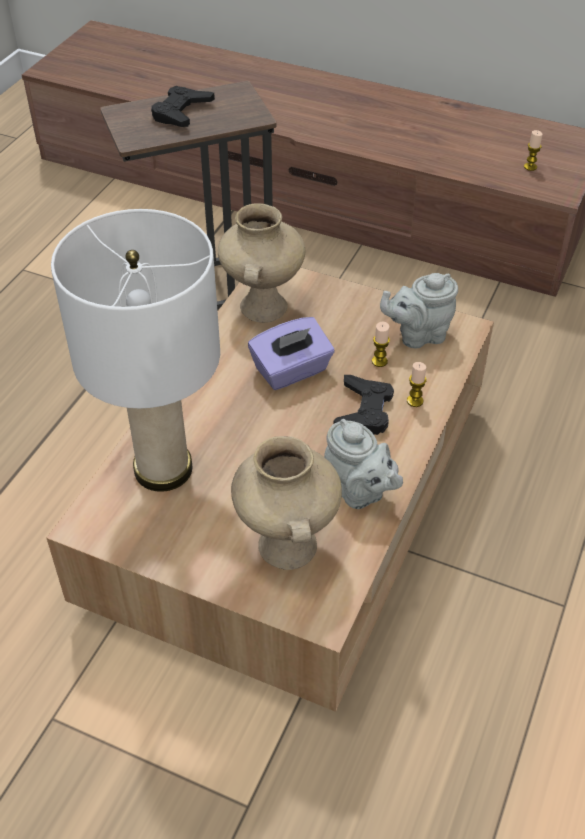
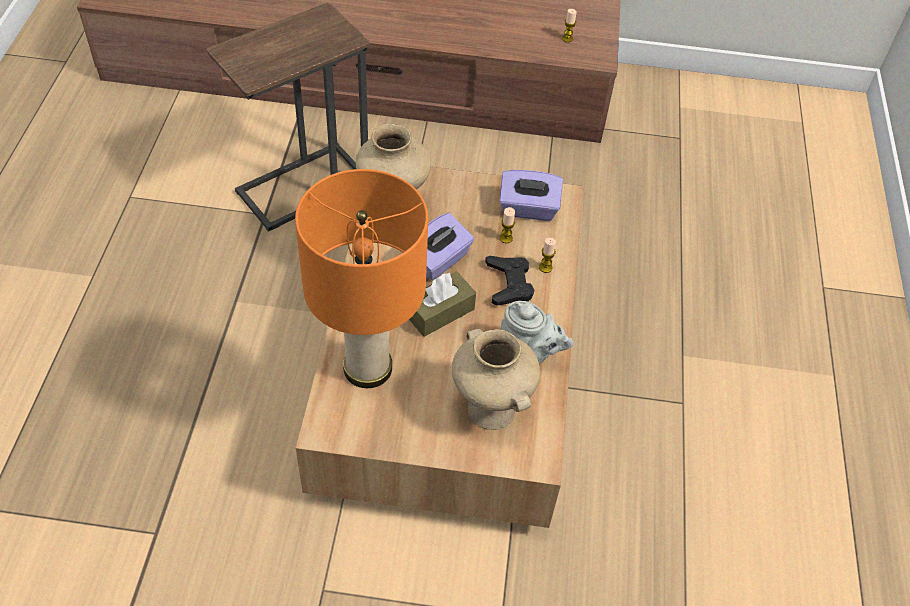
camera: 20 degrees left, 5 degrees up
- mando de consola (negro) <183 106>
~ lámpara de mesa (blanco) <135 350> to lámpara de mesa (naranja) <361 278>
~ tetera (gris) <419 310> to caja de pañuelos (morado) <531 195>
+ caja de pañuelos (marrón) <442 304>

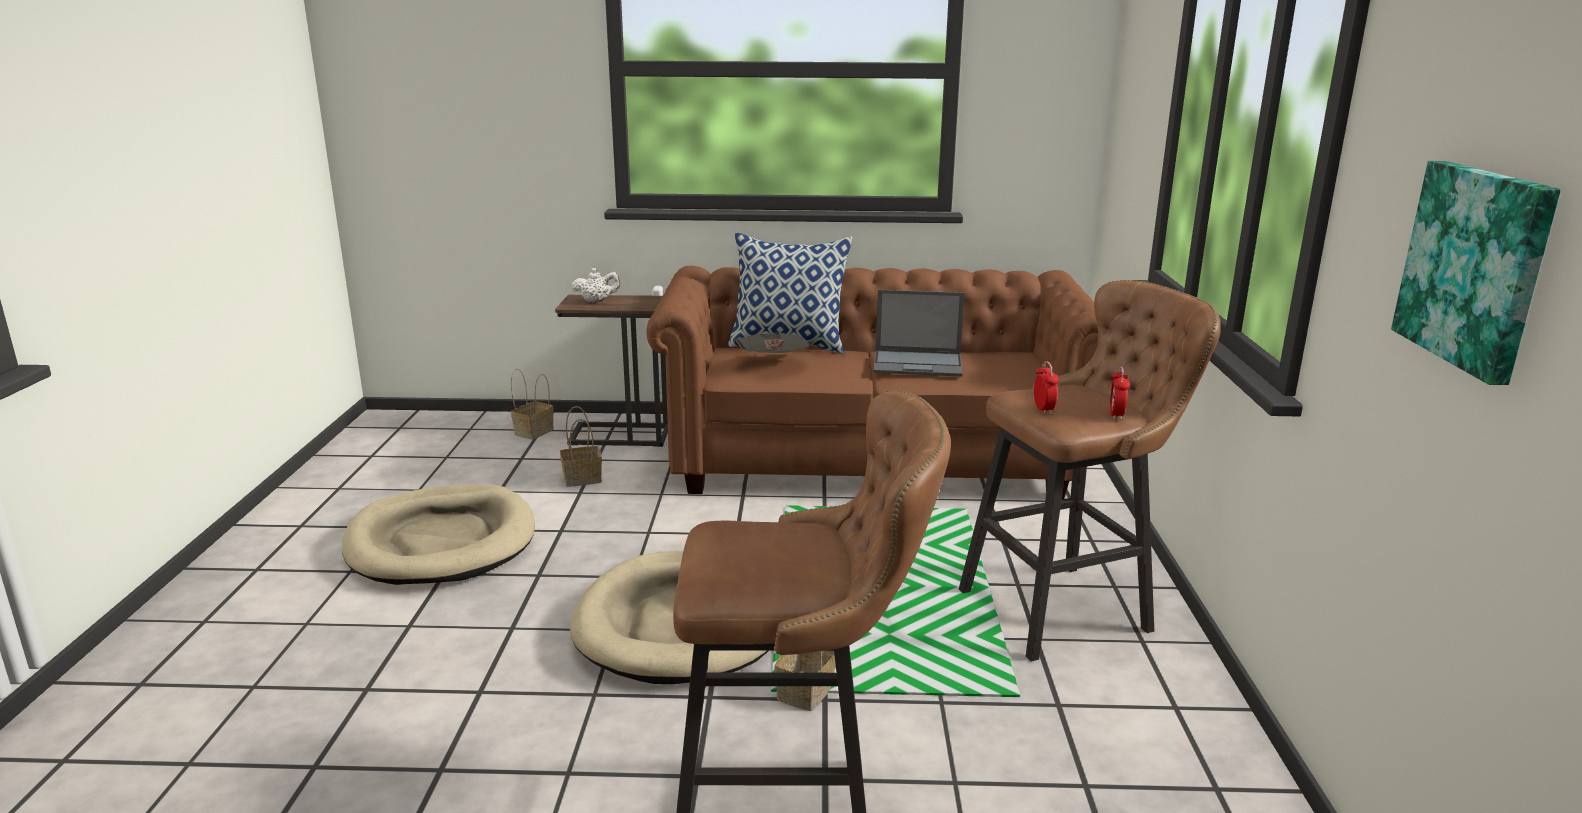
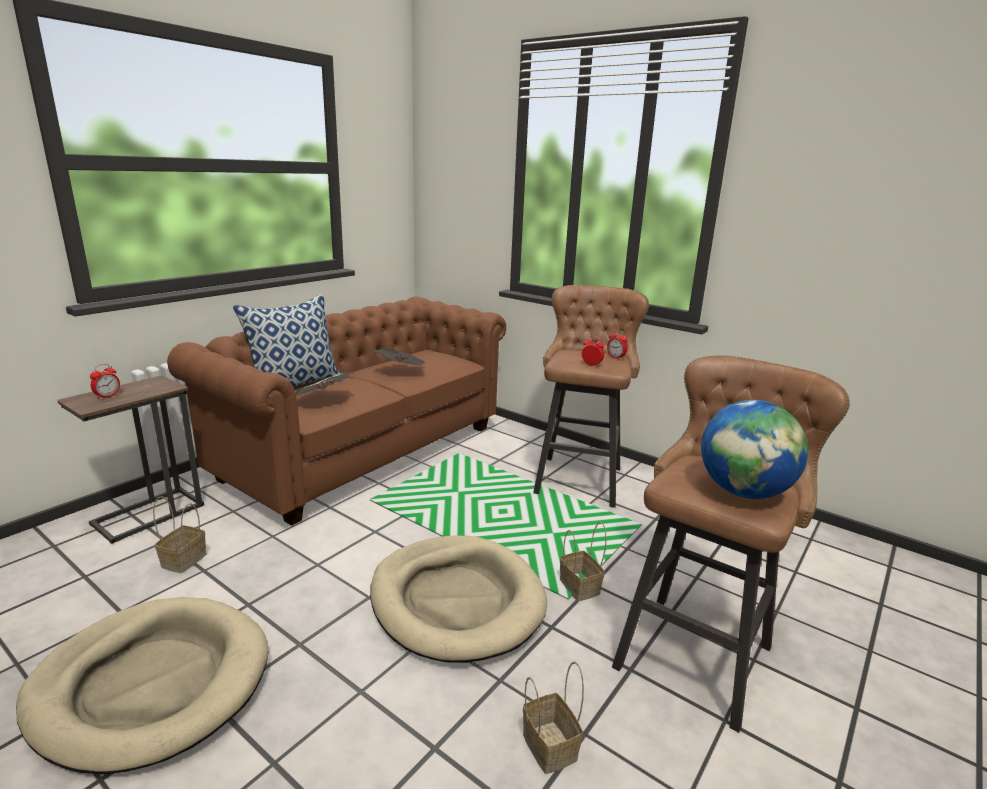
camera: 55 degrees left, 0 degrees up
- cuadro <1476 273>
~ tetera (blanco) <596 285> to despertador <105 382>
~ portátil <918 333> to periódico <399 357>
~ cesta <532 404> to <553 717>
+ globo terráqueo <754 449>

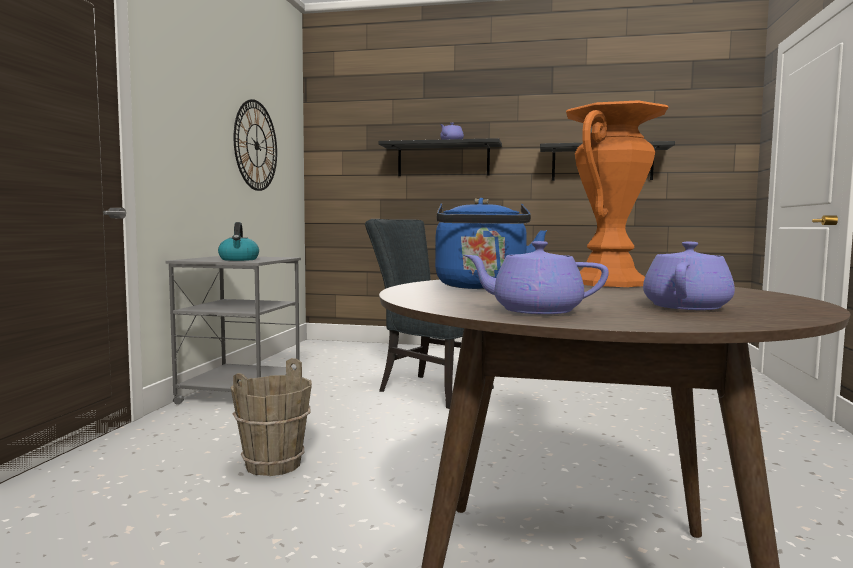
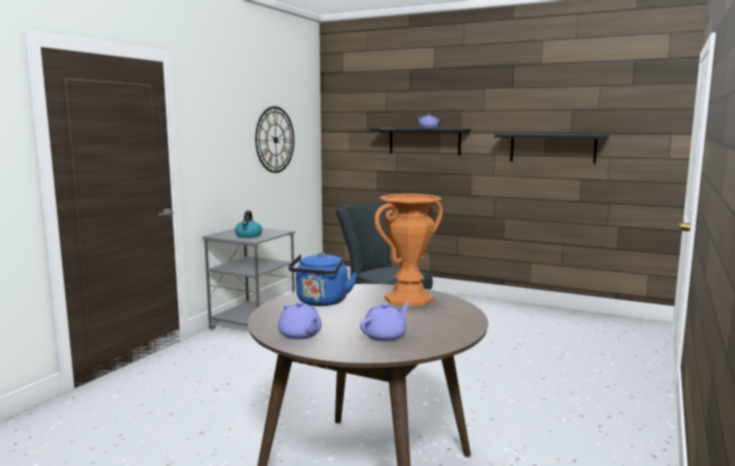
camera: 15 degrees right, 5 degrees up
~ tetera (morado) <536 277> = <300 321> 150 degrees counterclockwise
- cubo (marrón) <271 417>

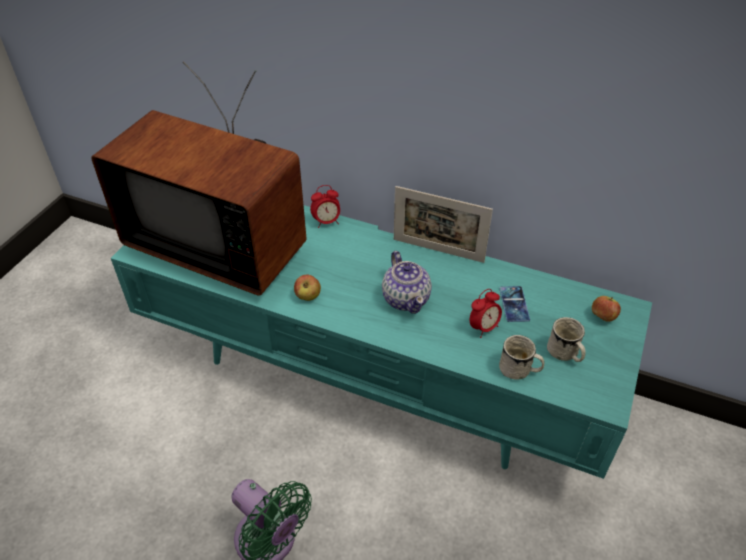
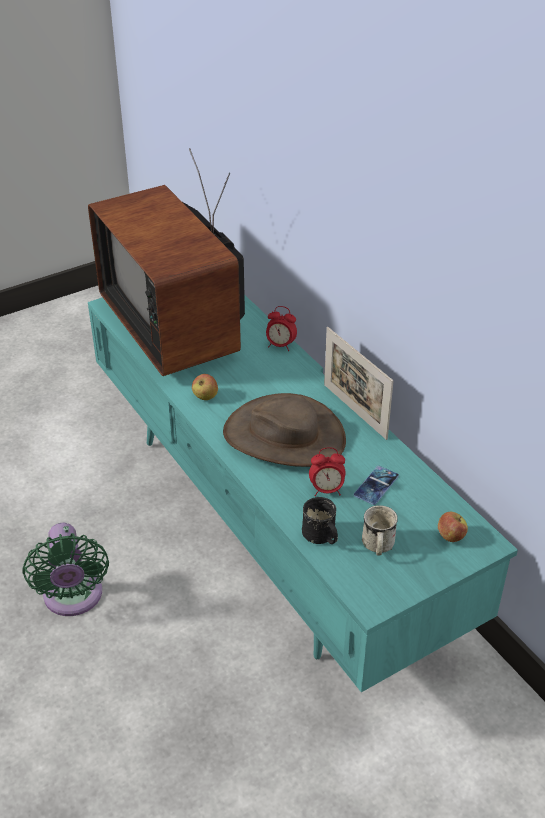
camera: 35 degrees right, 5 degrees down
~ tetera <407 282> to sombrero (marrón) <284 430>
~ taza grande (blanco) <521 357> to taza grande (negro) <320 520>

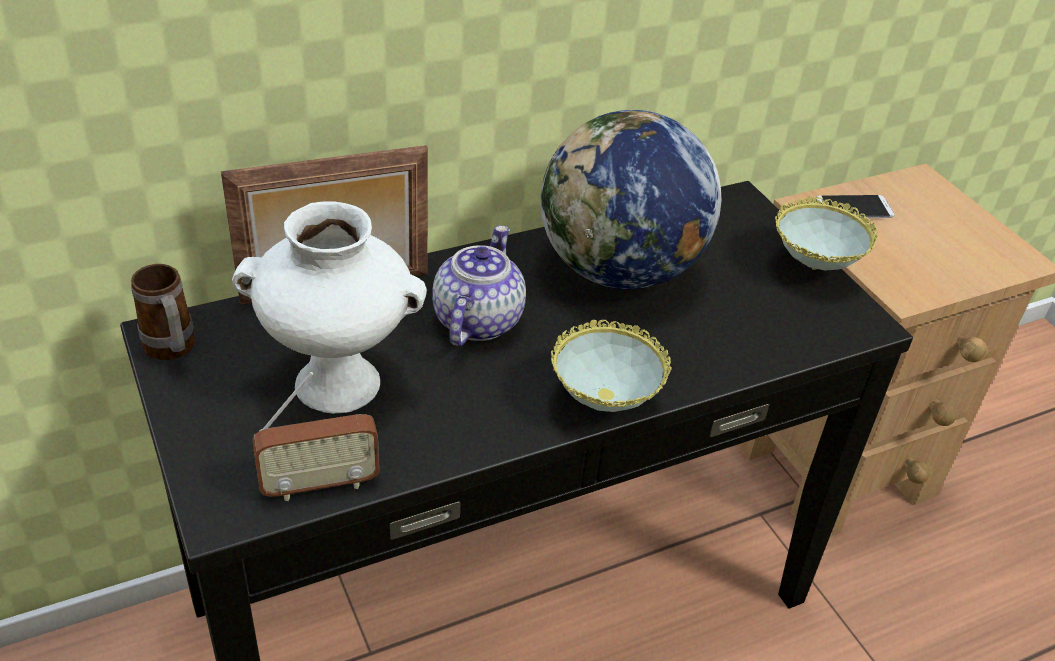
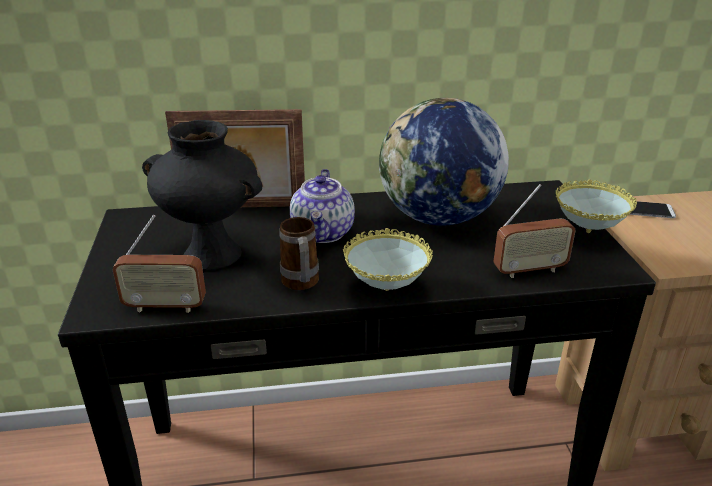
camera: 20 degrees right, 10 degrees down
~ florero (blanco) <329 307> to florero (negro) <202 195>
~ tetera <479 285> = <322 206> 150 degrees clockwise
~ taza grande <163 312> to <299 253>
+ radio <534 231>

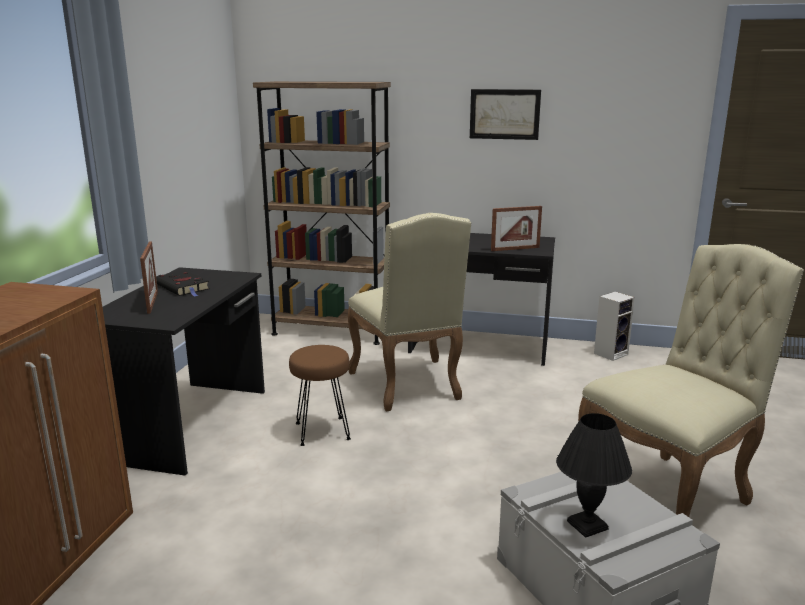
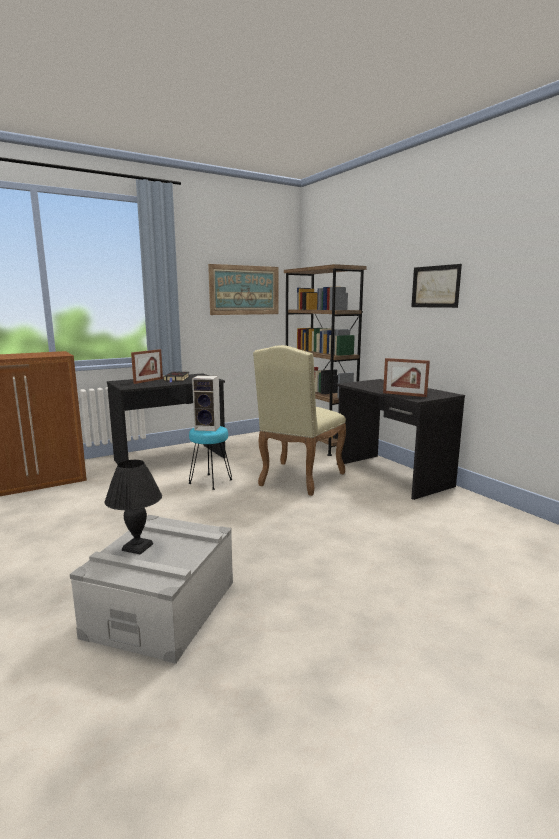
camera: 45 degrees right, 5 degrees down
- silla (beis) <691 380>
~ altavoz <614 326> to <206 403>
~ taburete (marrón) <320 395> to taburete (turquesa) <210 458>
+ cuadro <243 289>

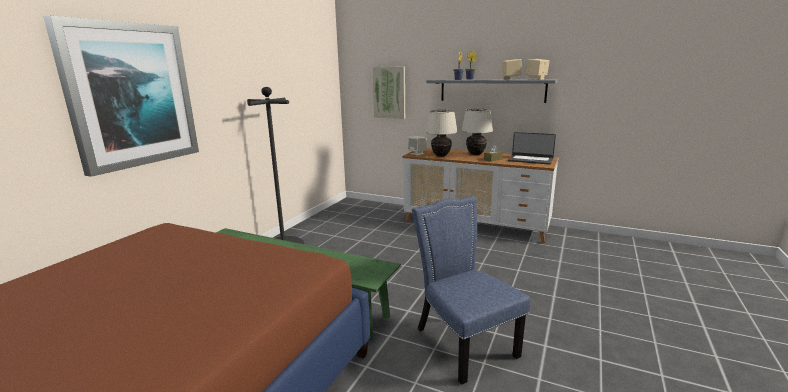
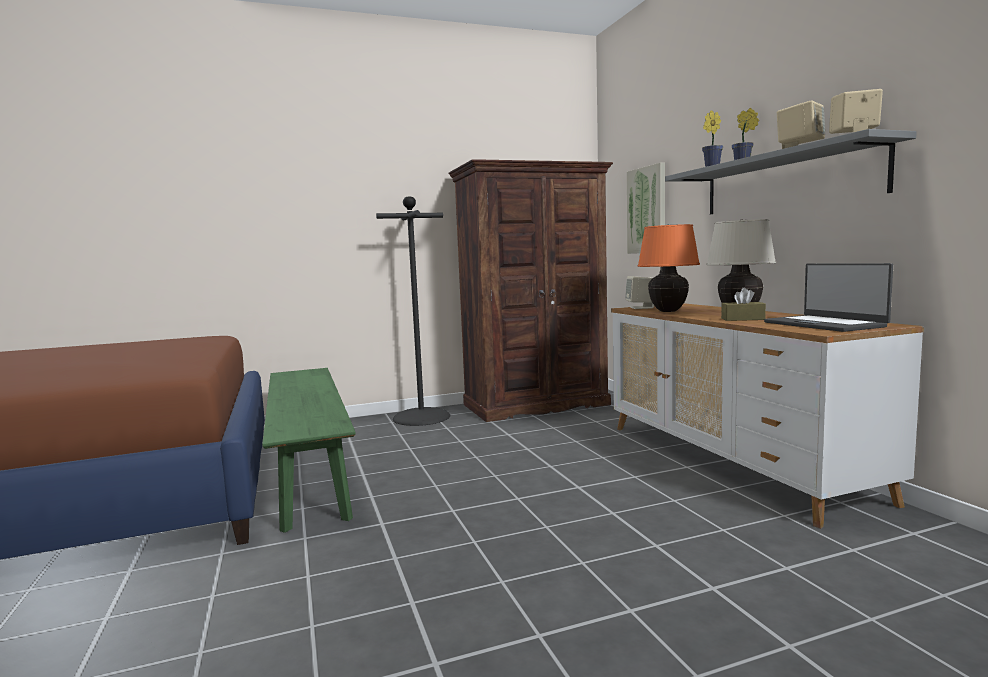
camera: 45 degrees right, 10 degrees down
- cuadro <121 96>
~ lámpara de mesa (beis) <442 133> to lámpara de mesa (naranja) <669 268>
- silla (azul) <471 290>
+ armario ropero (marrón) <530 290>

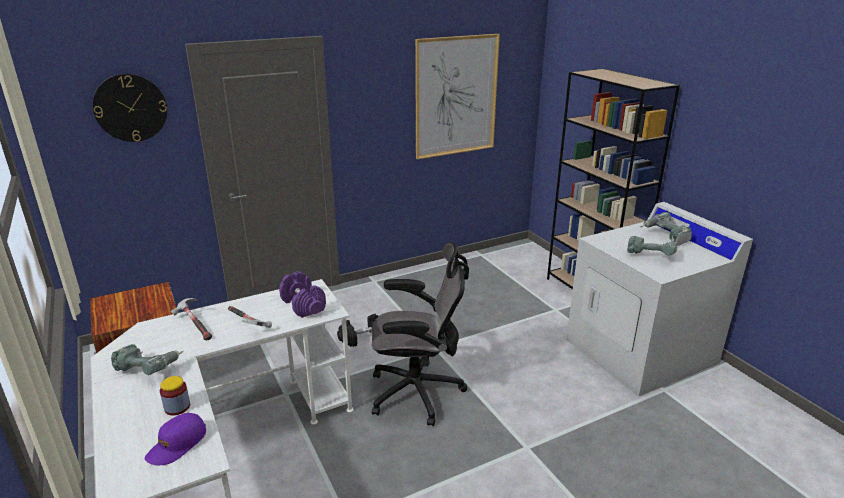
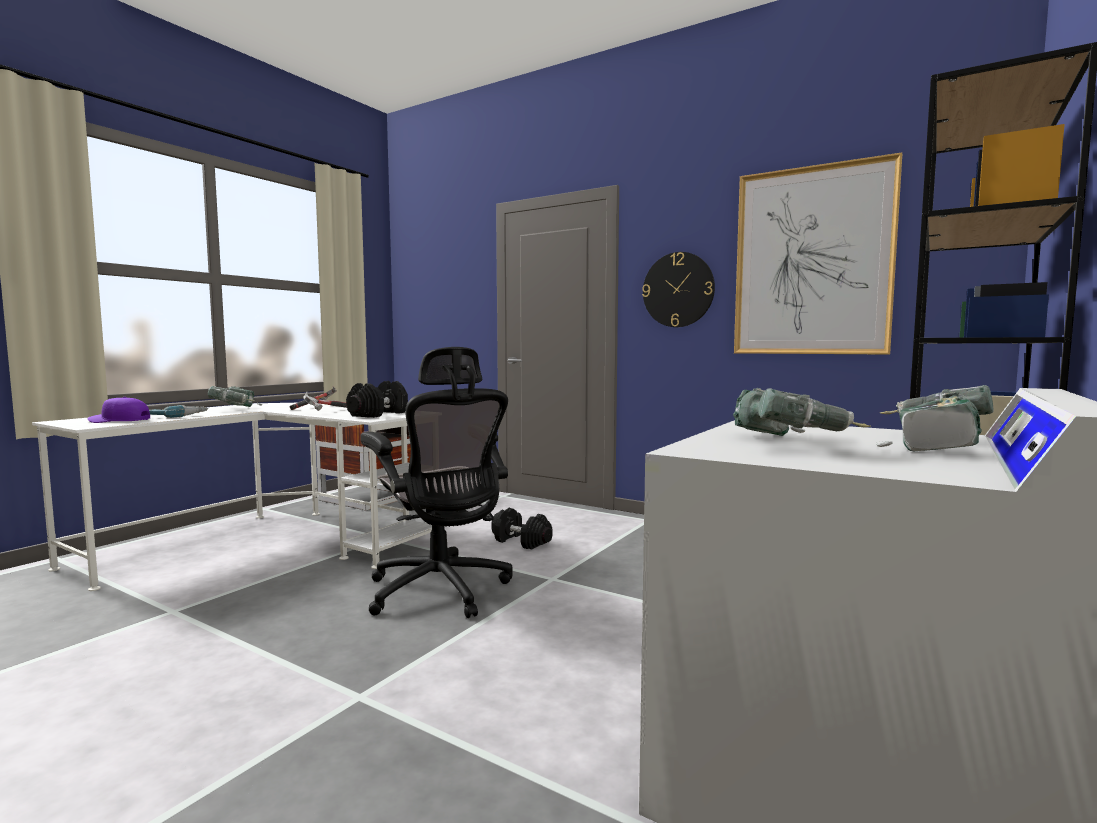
camera: 60 degrees right, 20 degrees down
~ reloj de pared <130 108> to <678 289>
~ mancuerna (morado) <302 294> to mancuerna (negro) <377 399>
~ tarro <175 395> to taladro <178 411>

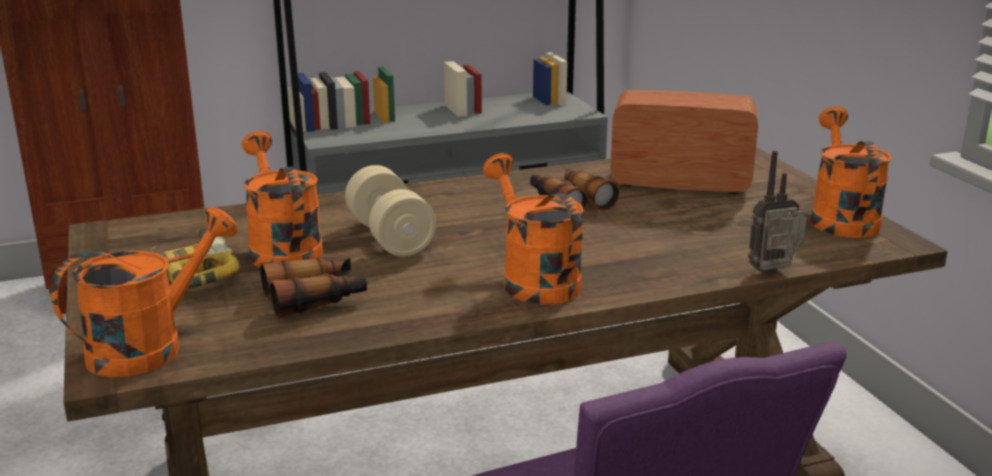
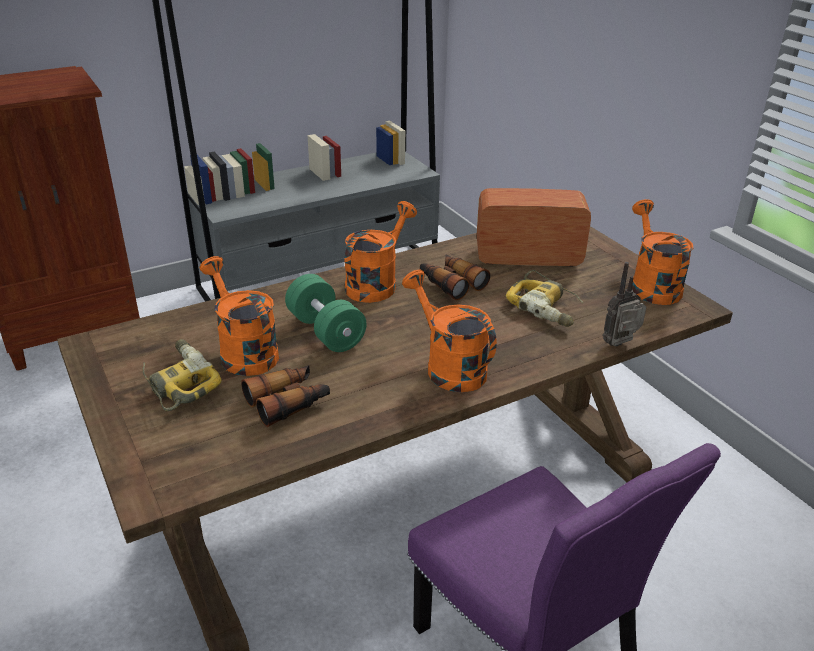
camera: 10 degrees left, 10 degrees up
~ mancuerna (beis) <391 211> to mancuerna (verde) <326 313>
~ regadera (naranja) <144 292> to <381 252>
+ taladro <544 298>

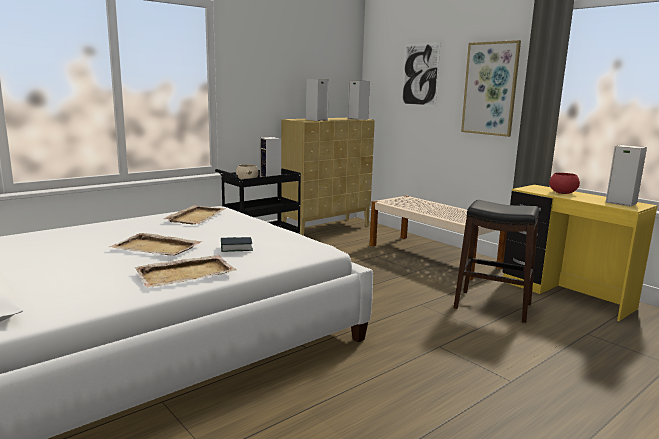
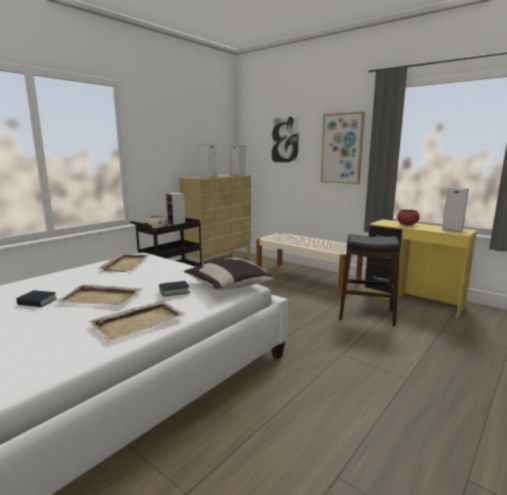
camera: 10 degrees left, 0 degrees up
+ cojín <229 274>
+ libro <36 298>

